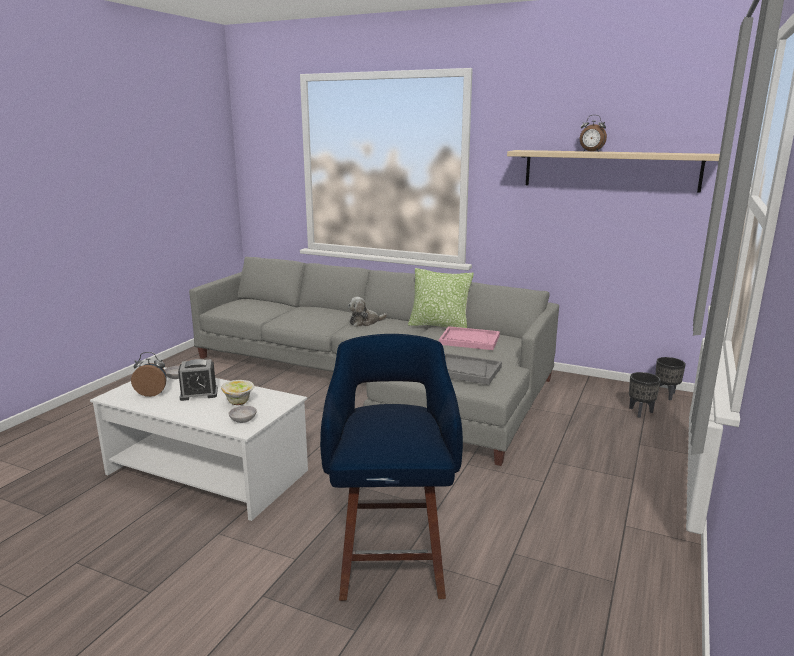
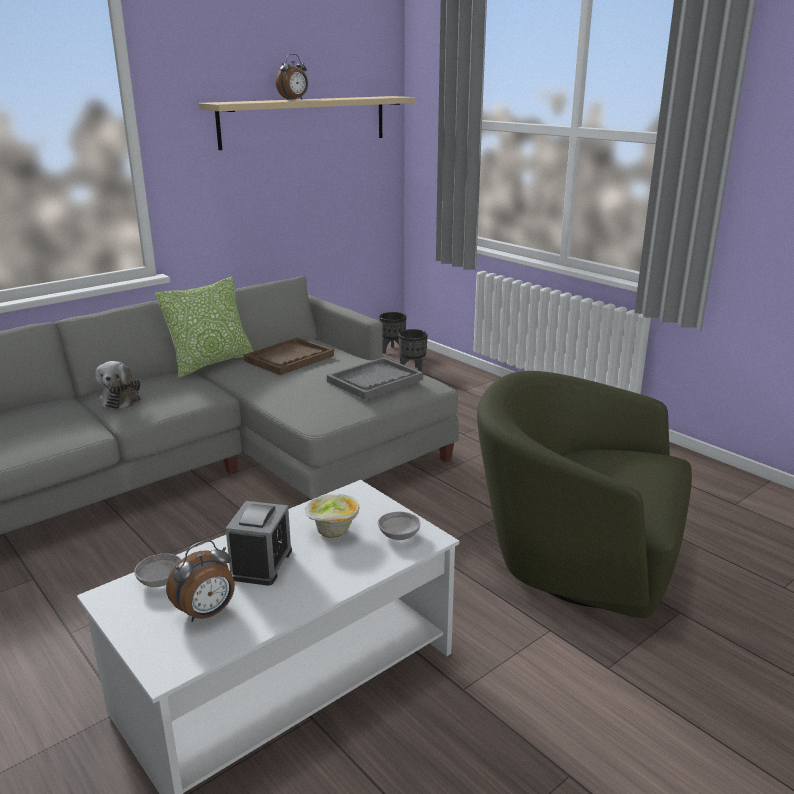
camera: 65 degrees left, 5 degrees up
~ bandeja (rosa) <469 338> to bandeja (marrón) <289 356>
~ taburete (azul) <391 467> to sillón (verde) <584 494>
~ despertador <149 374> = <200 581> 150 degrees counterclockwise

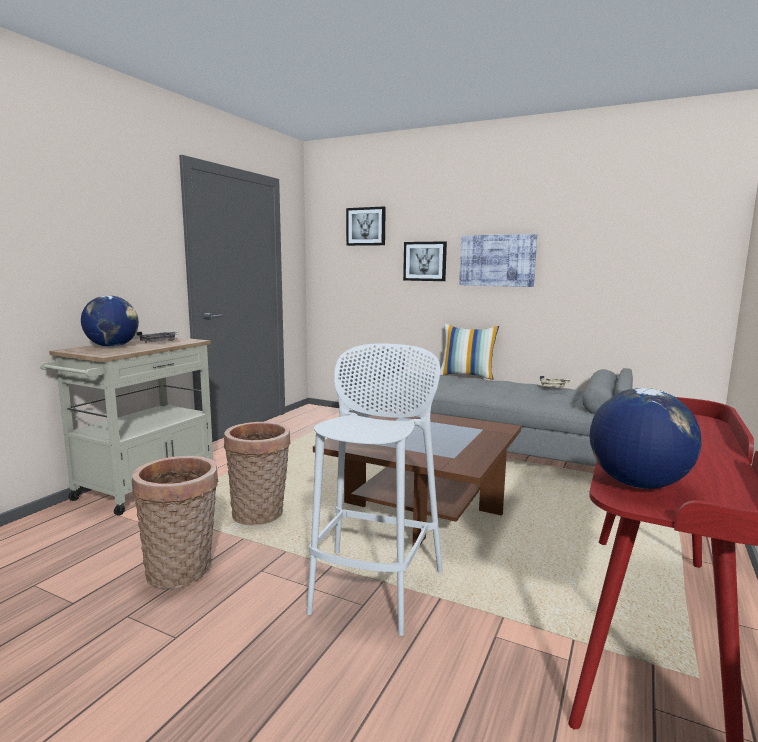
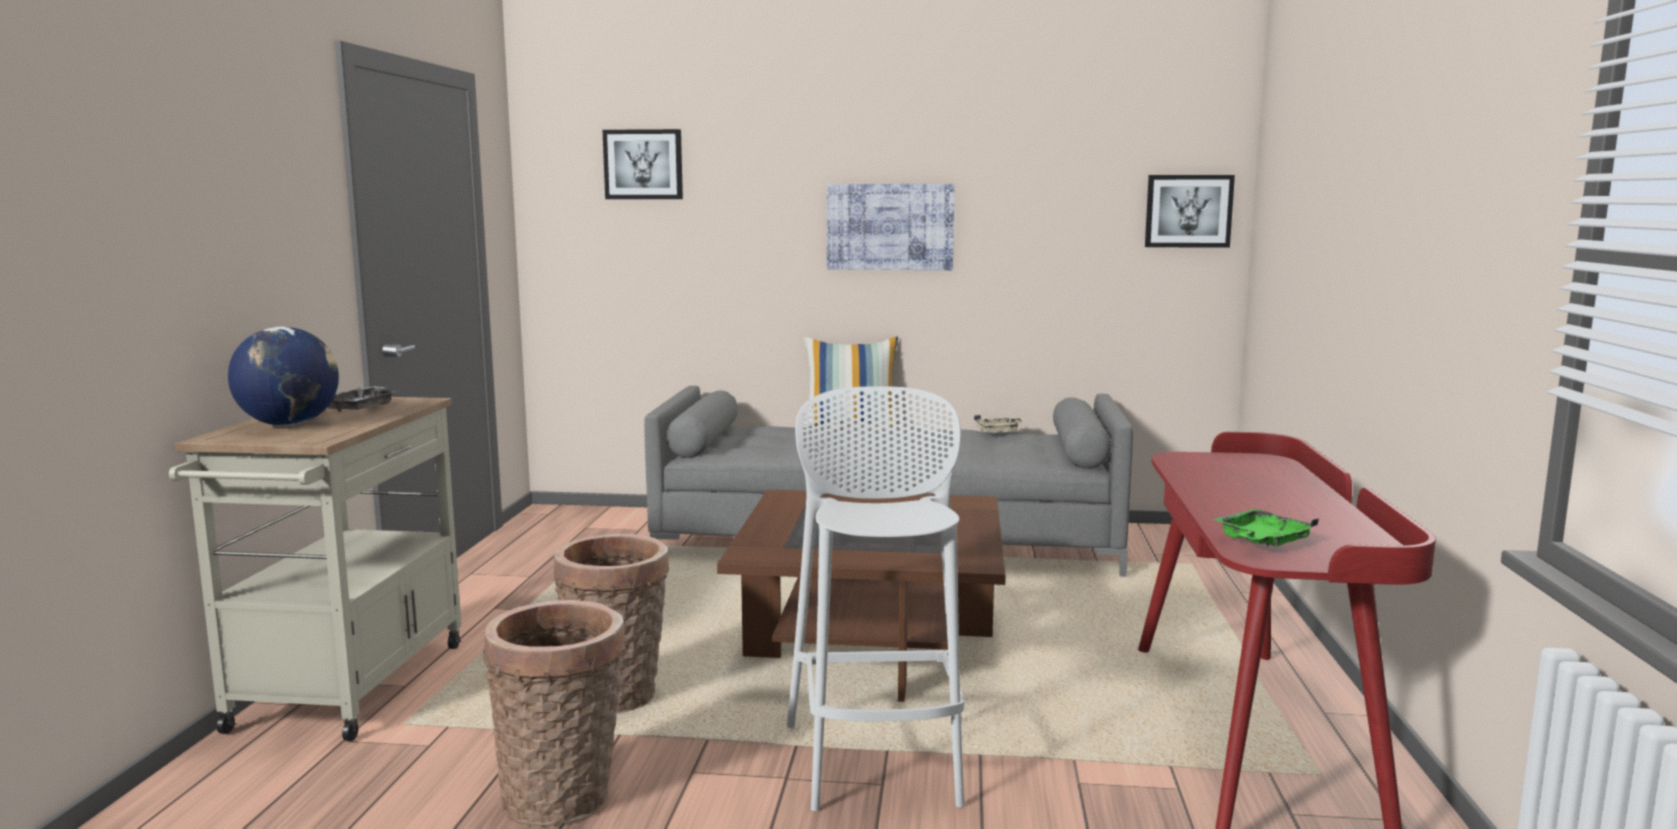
camera: 20 degrees left, 0 degrees up
~ cuadro <425 261> to <1190 211>
~ globo terráqueo <646 438> to bandeja (verde) <1266 527>

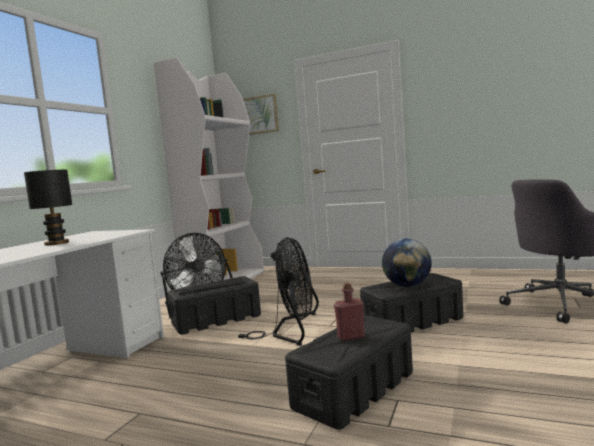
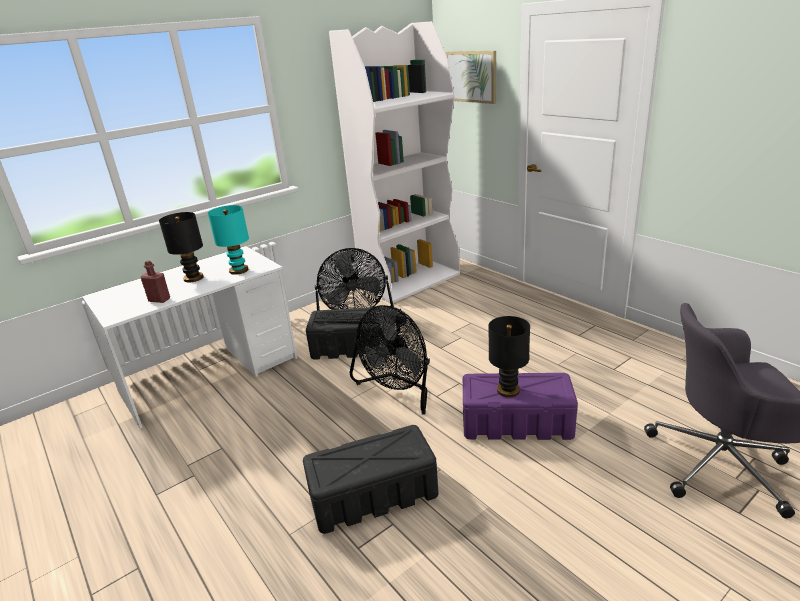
camera: 30 degrees right, 20 degrees up
~ ventilador (negro) <278 291> = <390 360> 90 degrees clockwise
~ globo terráqueo <407 263> to lámpara de mesa (negro) <509 356>
~ caja de almacenaje (negro) <411 302> to caja de almacenaje (morado) <520 406>
~ botella (rojo) <349 312> to <155 281>
+ lámpara de mesa (turquesa) <228 240>

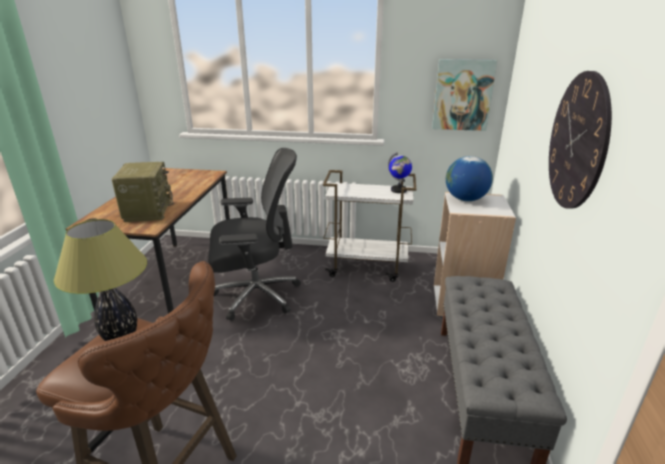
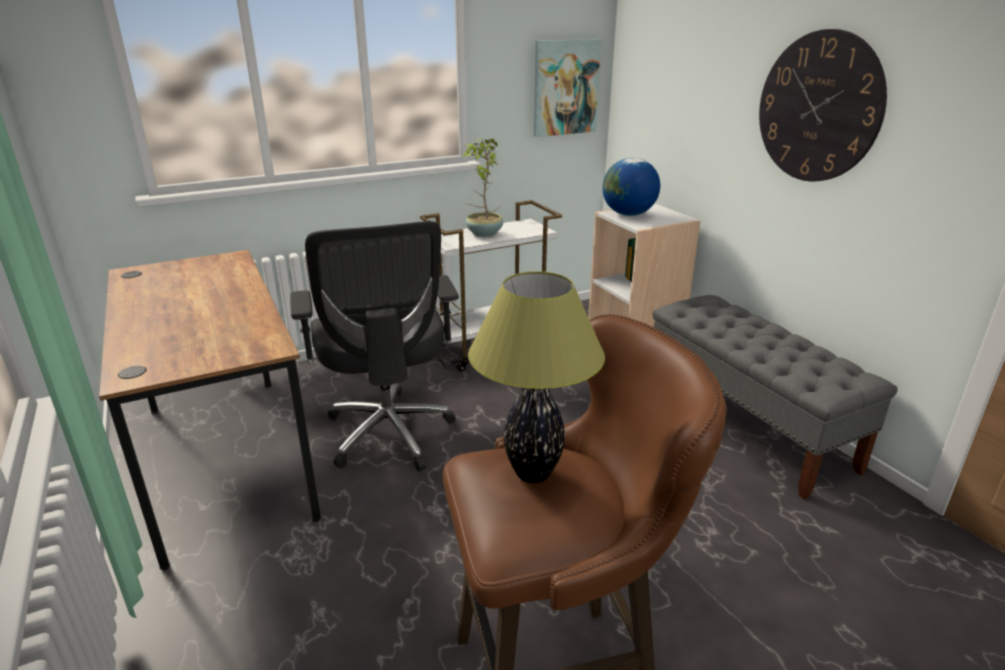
camera: 35 degrees left, 0 degrees up
~ silla de oficina <254 234> = <374 346> 120 degrees clockwise
- globo terráqueo <400 172>
- radio <143 192>
+ planta en maceta <482 188>

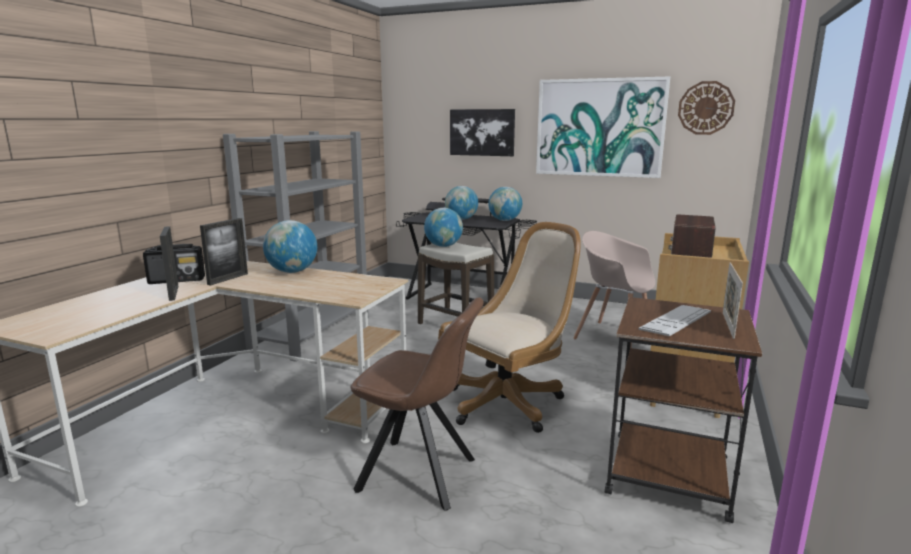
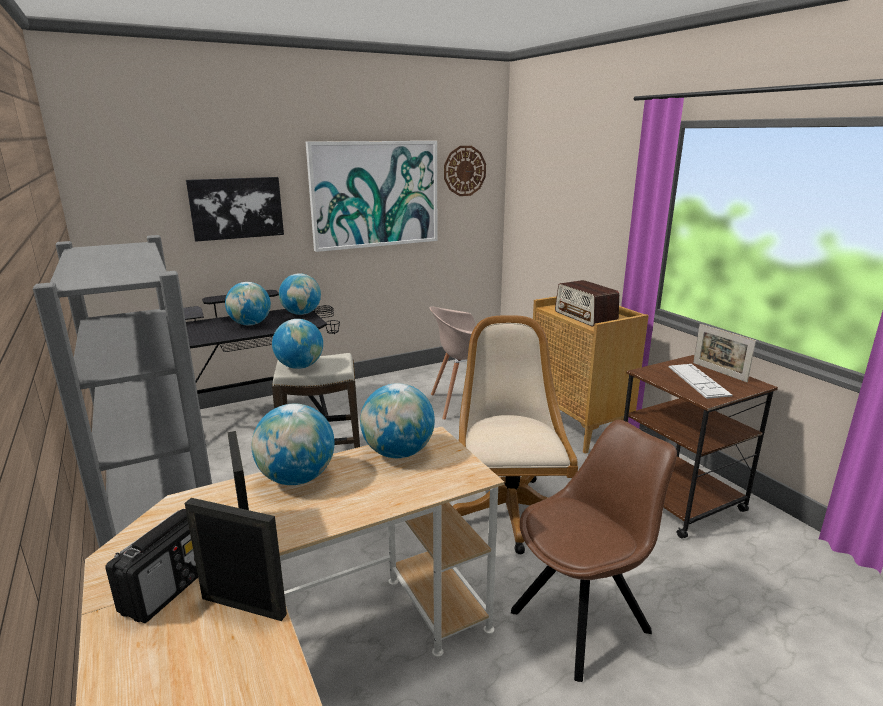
camera: 50 degrees left, 5 degrees up
+ globo terráqueo <397 420>

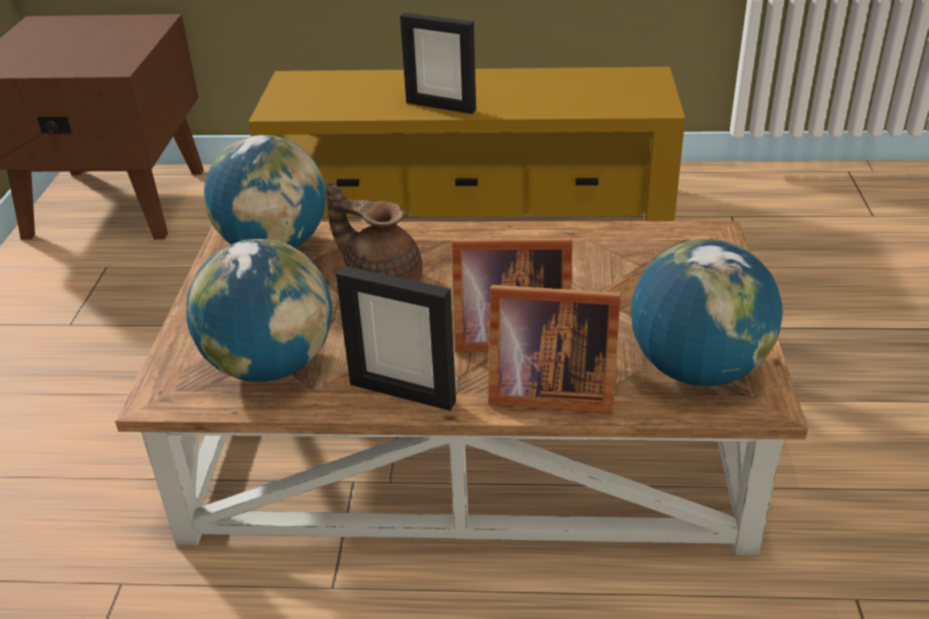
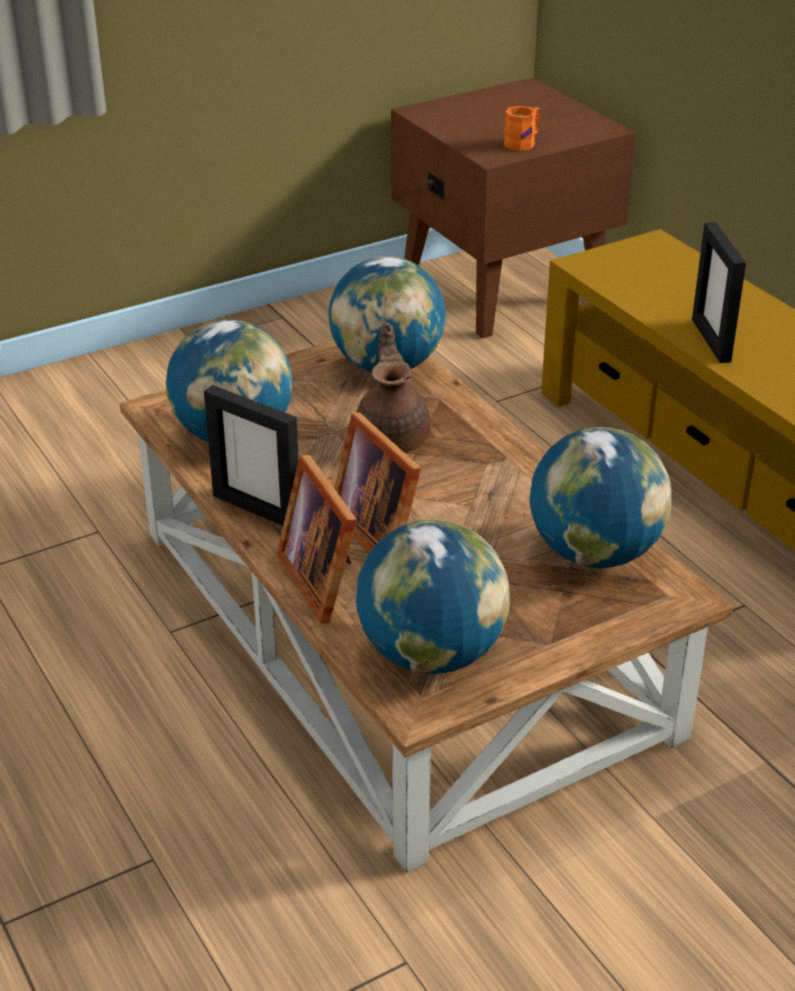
camera: 55 degrees right, 0 degrees up
~ portarretratos <396 338> = <251 455> 45 degrees counterclockwise
+ taza grande (naranja) <522 128>
+ globo terráqueo <601 497>

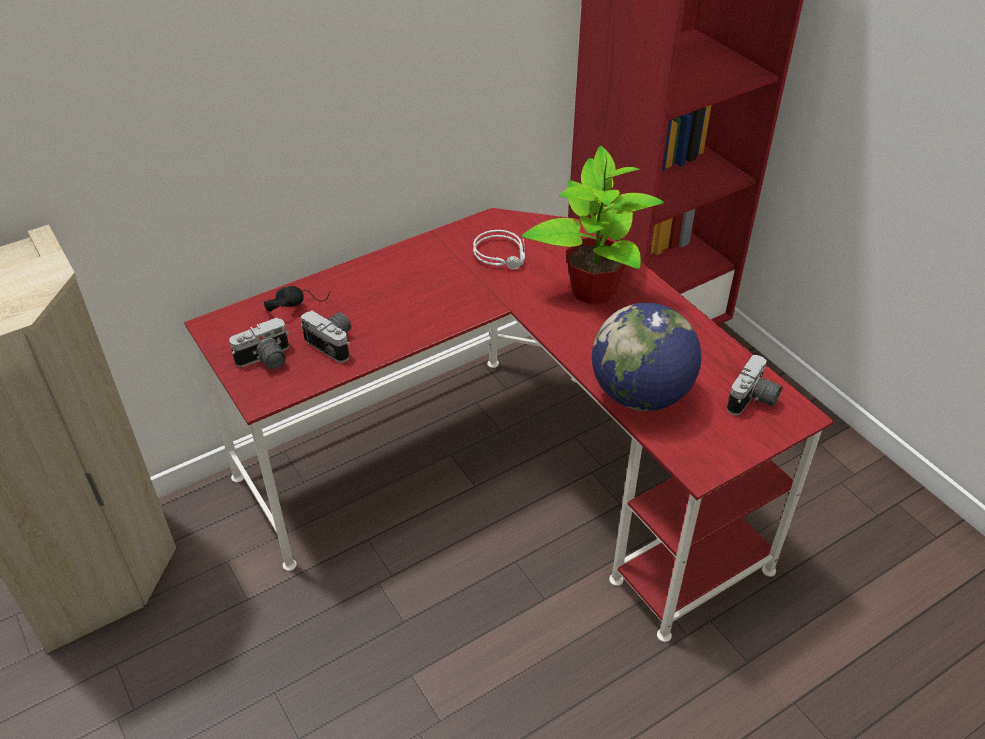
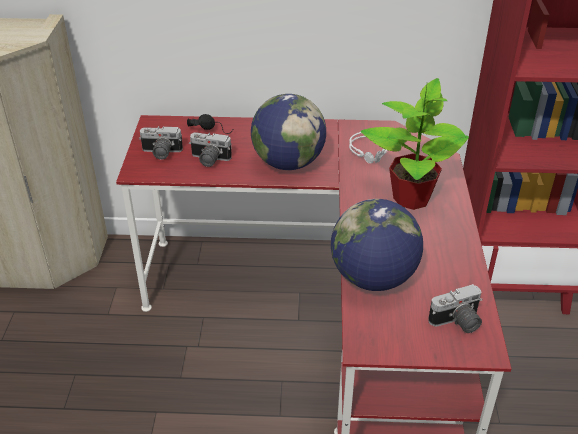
camera: 35 degrees right, 5 degrees down
~ cámara <326 336> = <210 150> 120 degrees clockwise
+ globo terráqueo <288 132>

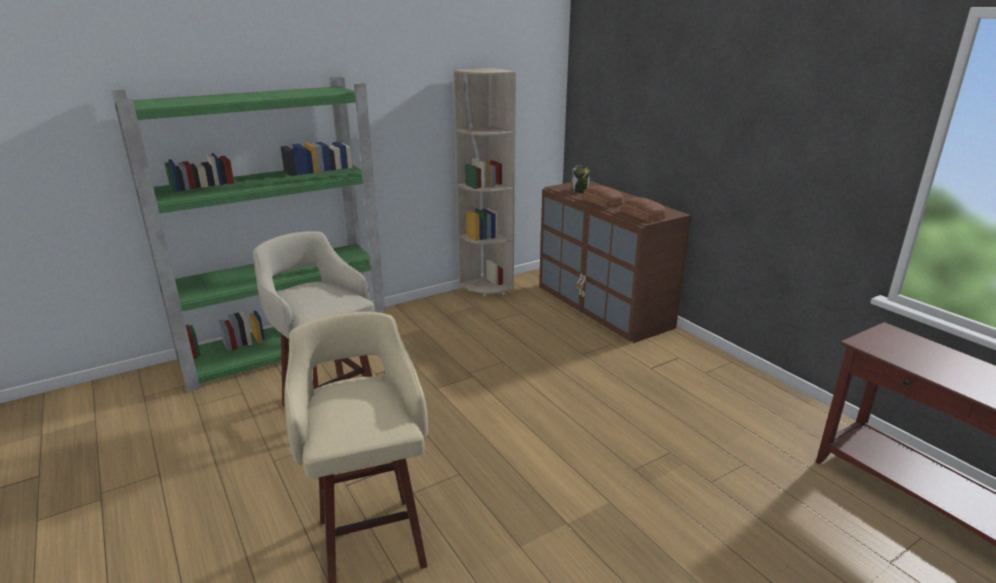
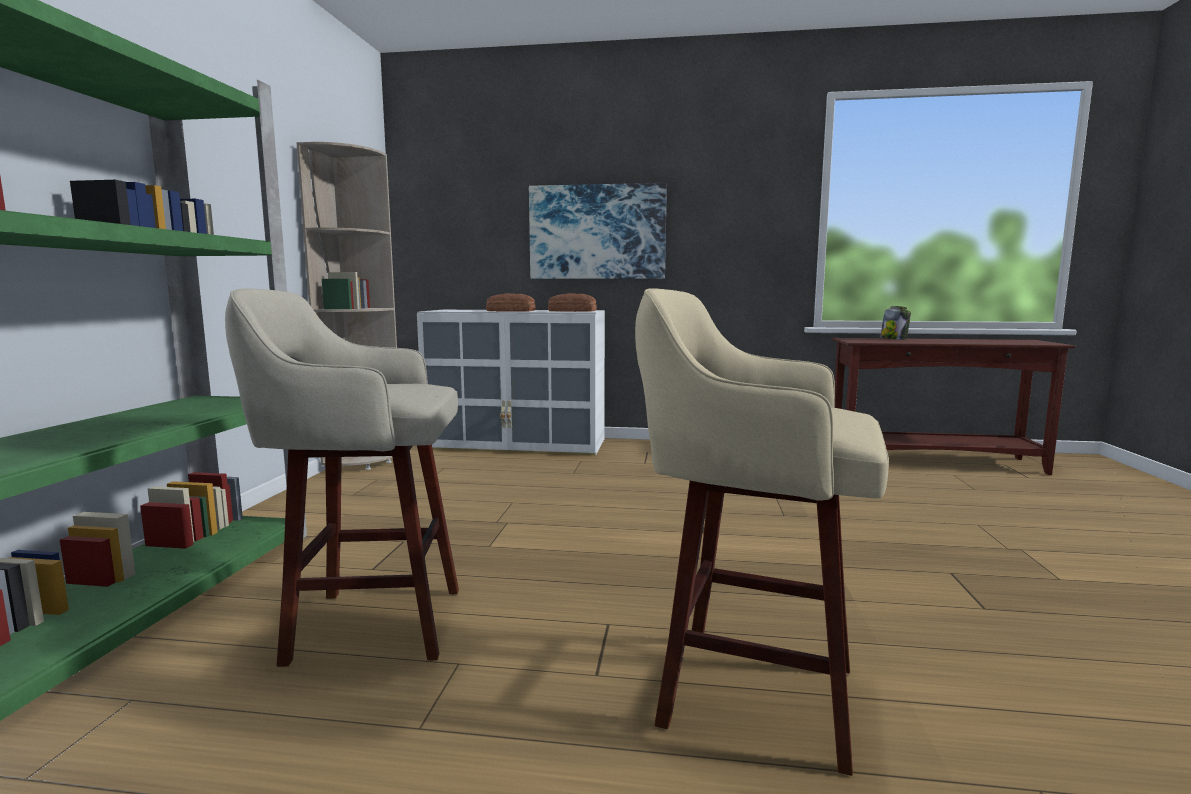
camera: 50 degrees left, 15 degrees down
~ tarro <580 179> to <895 323>
~ armario (marrón) <615 262> to armario (blanco) <511 382>
+ cuadro <598 231>

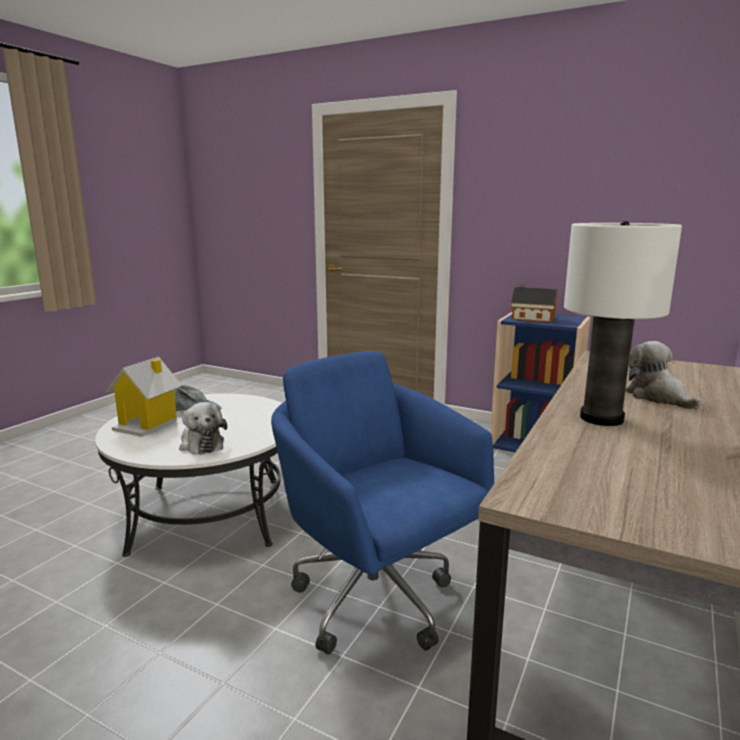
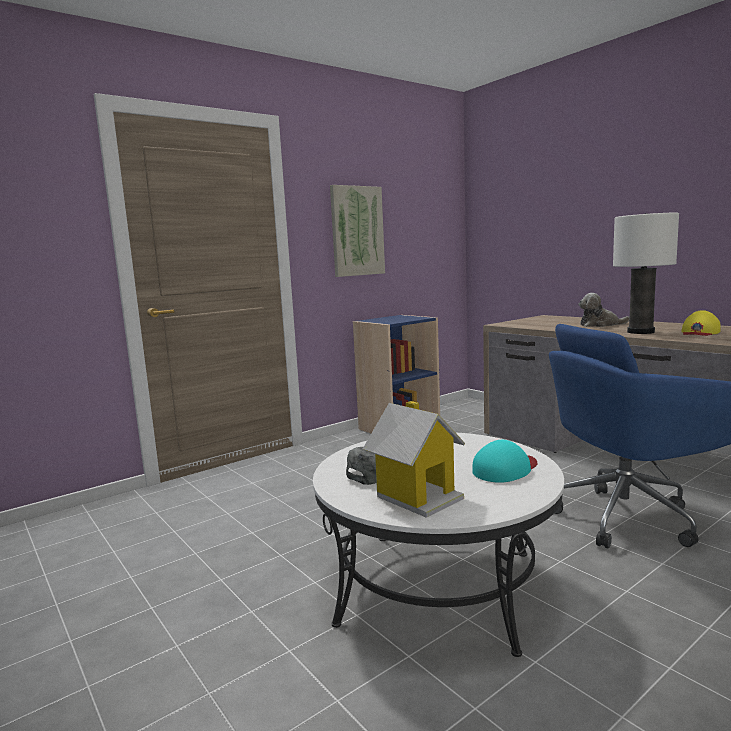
camera: 65 degrees left, 5 degrees down
- casita <534 303>
~ peluche <203 428> to gorra (turquesa) <505 461>
+ cuadro <357 231>
+ gorra (amarillo) <701 323>

